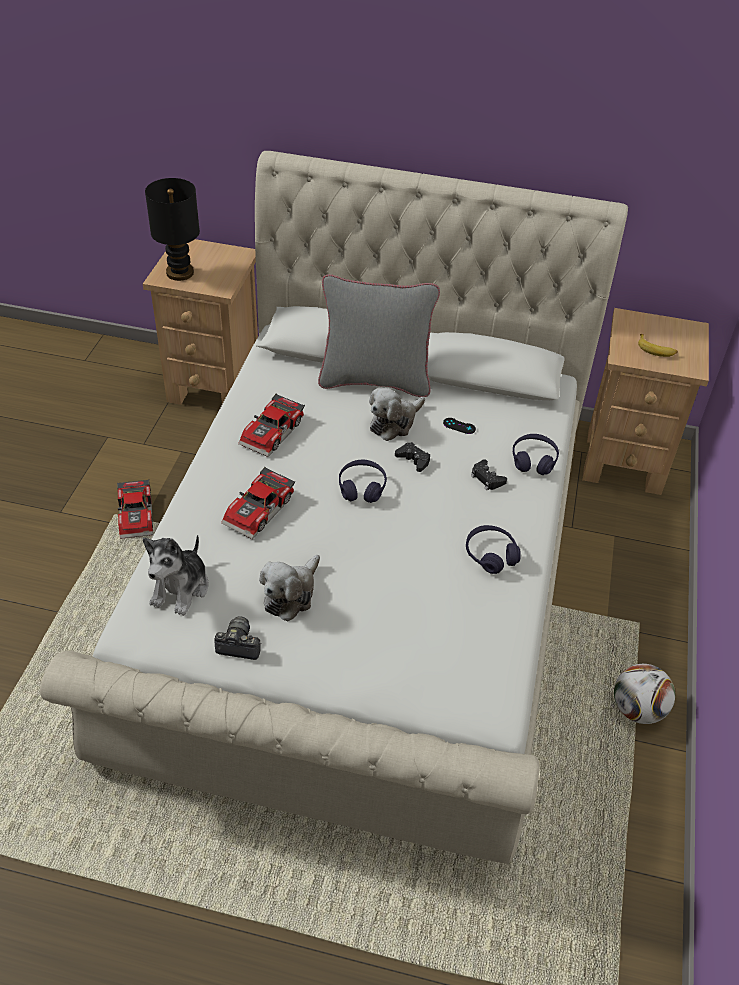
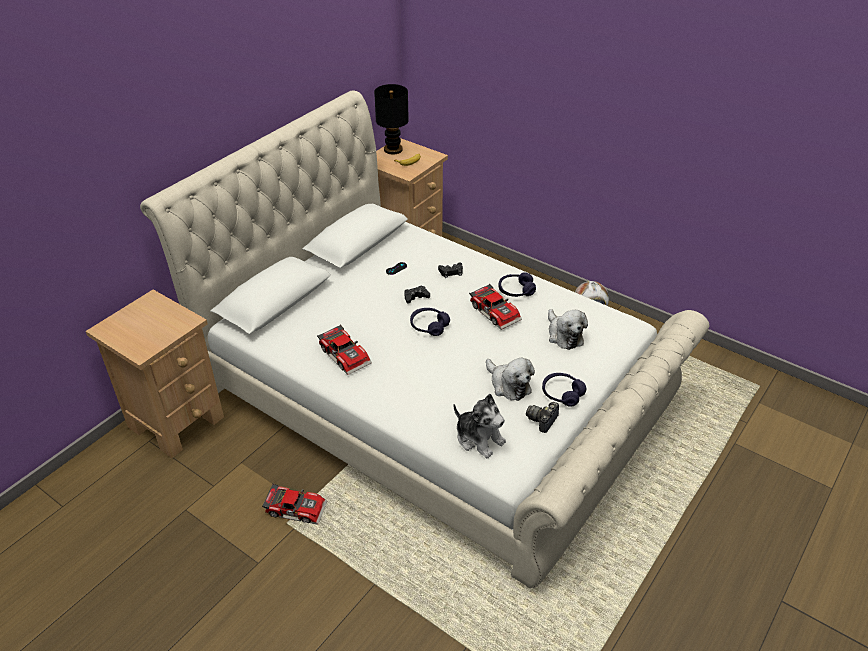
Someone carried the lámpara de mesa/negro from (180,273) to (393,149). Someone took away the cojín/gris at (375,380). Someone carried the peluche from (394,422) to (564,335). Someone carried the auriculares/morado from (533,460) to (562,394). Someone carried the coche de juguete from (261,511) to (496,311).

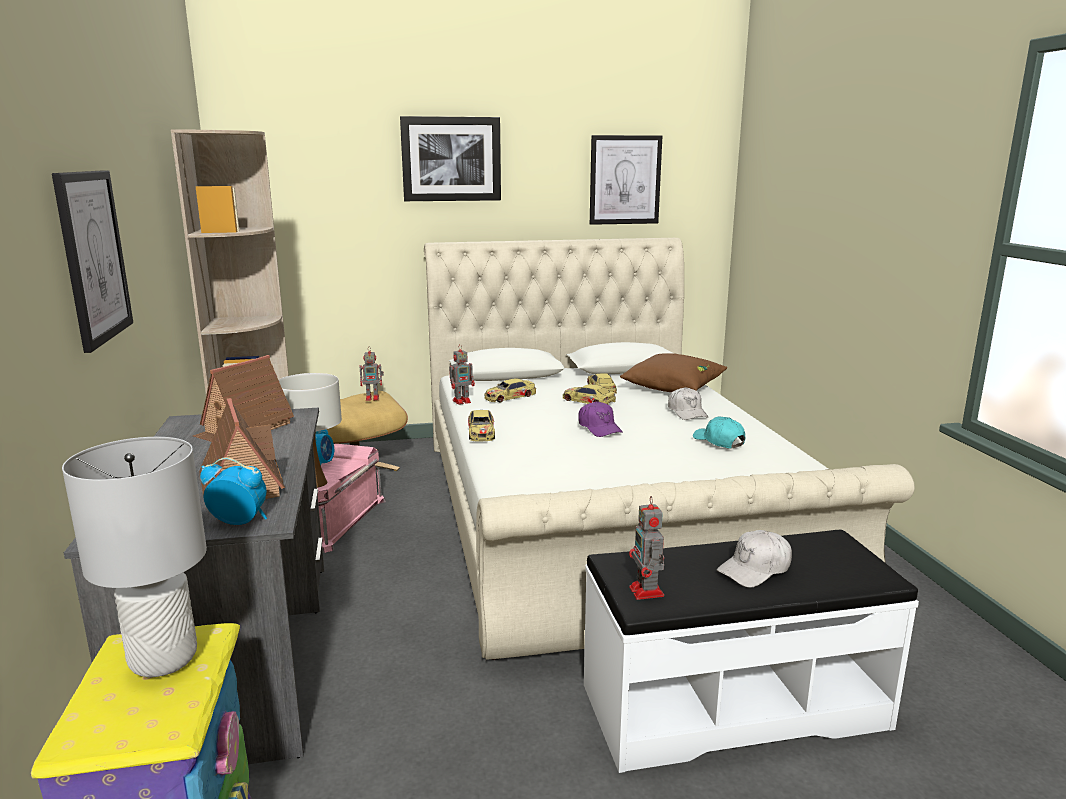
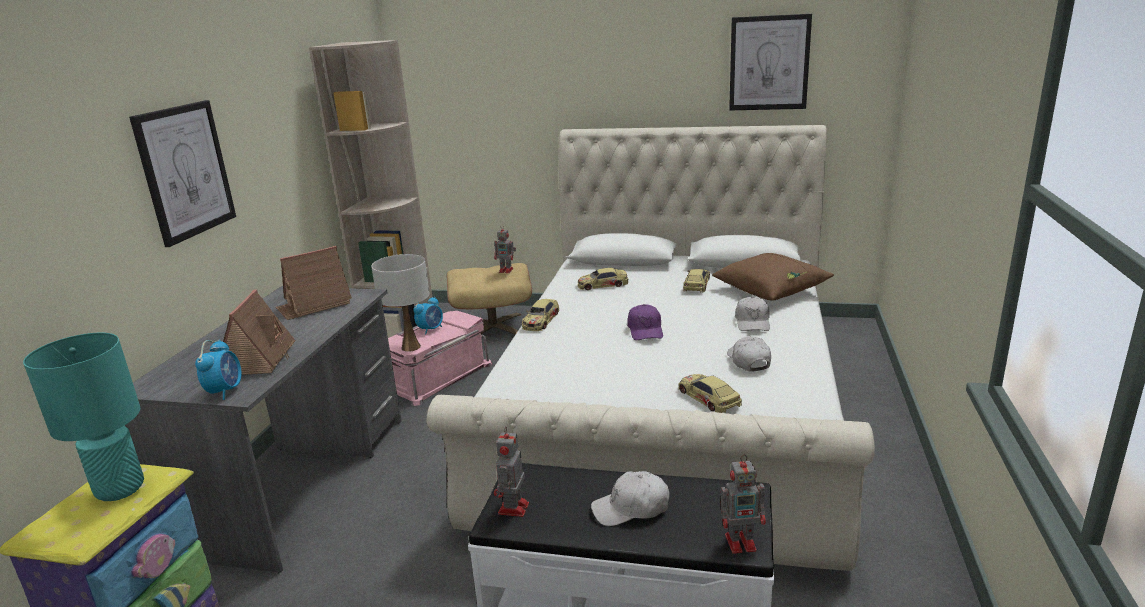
Someone took away the cuadro at (451,159). Someone carried the robot de juguete from (462,401) to (742,542). Someone carried the coche de juguete from (588,401) to (708,398). Someone repainted the gorra/turquesa at (719,441), which became the gorra/blanco at (748,361). Someone repainted the lámpara de mesa/gris at (165,664), which became the lámpara de mesa/turquesa at (121,492). Someone rotated the despertador at (239,521) by 60 degrees clockwise.

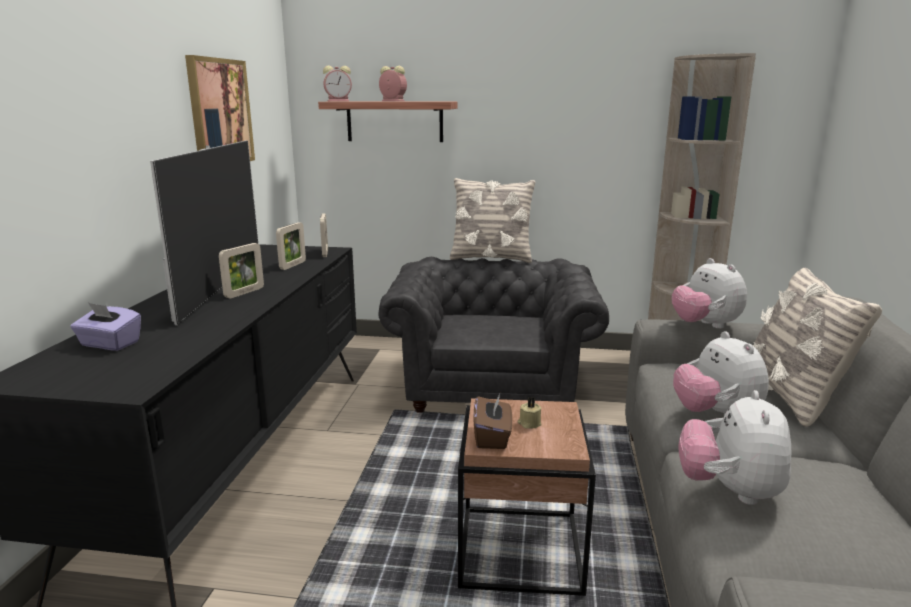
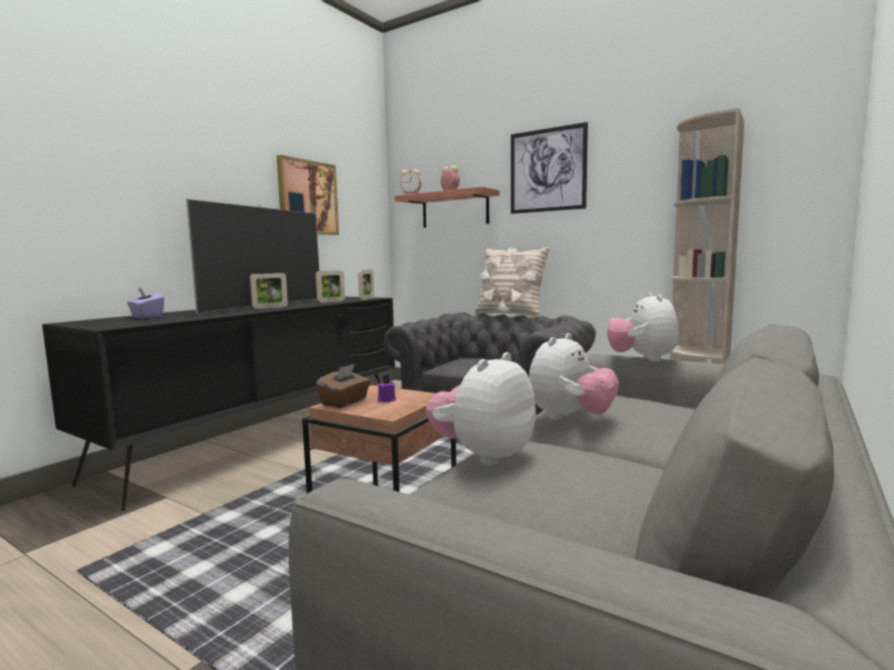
Someone took away the cojín/beis at (790,396). Someone rotated the peluche at (715,415) by 150 degrees counterclockwise. Someone repainted the vela/beis at (529,423), which became the vela/morado at (386,399). Someone put up the cuadro at (547,170).

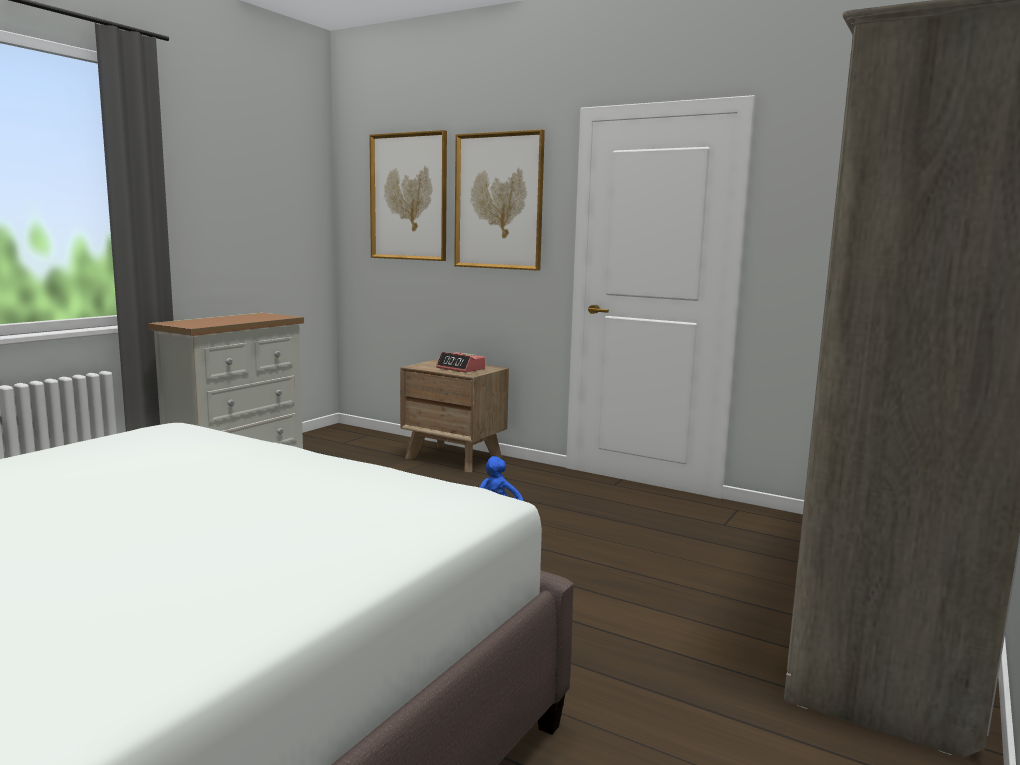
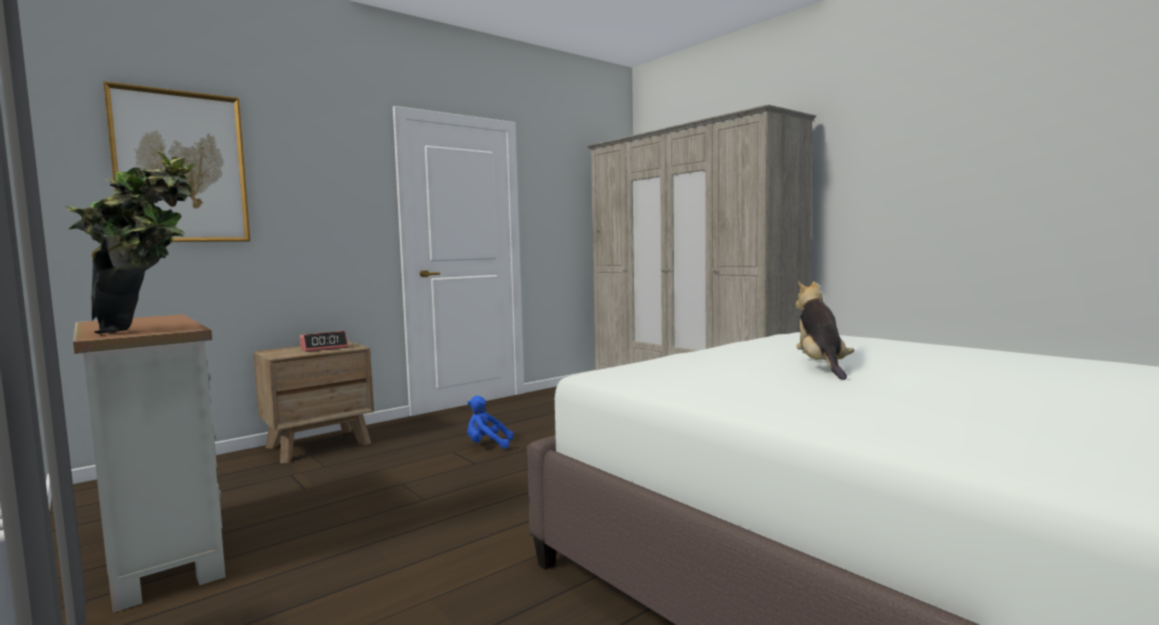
Someone took away the cuadro at (499,201). Someone put down the planta en maceta at (148,330). Someone put down the peluche at (821,367).

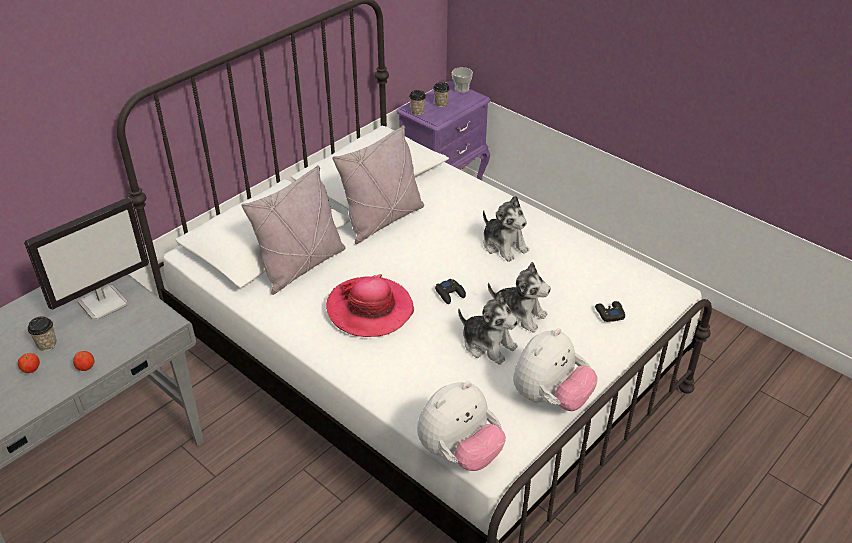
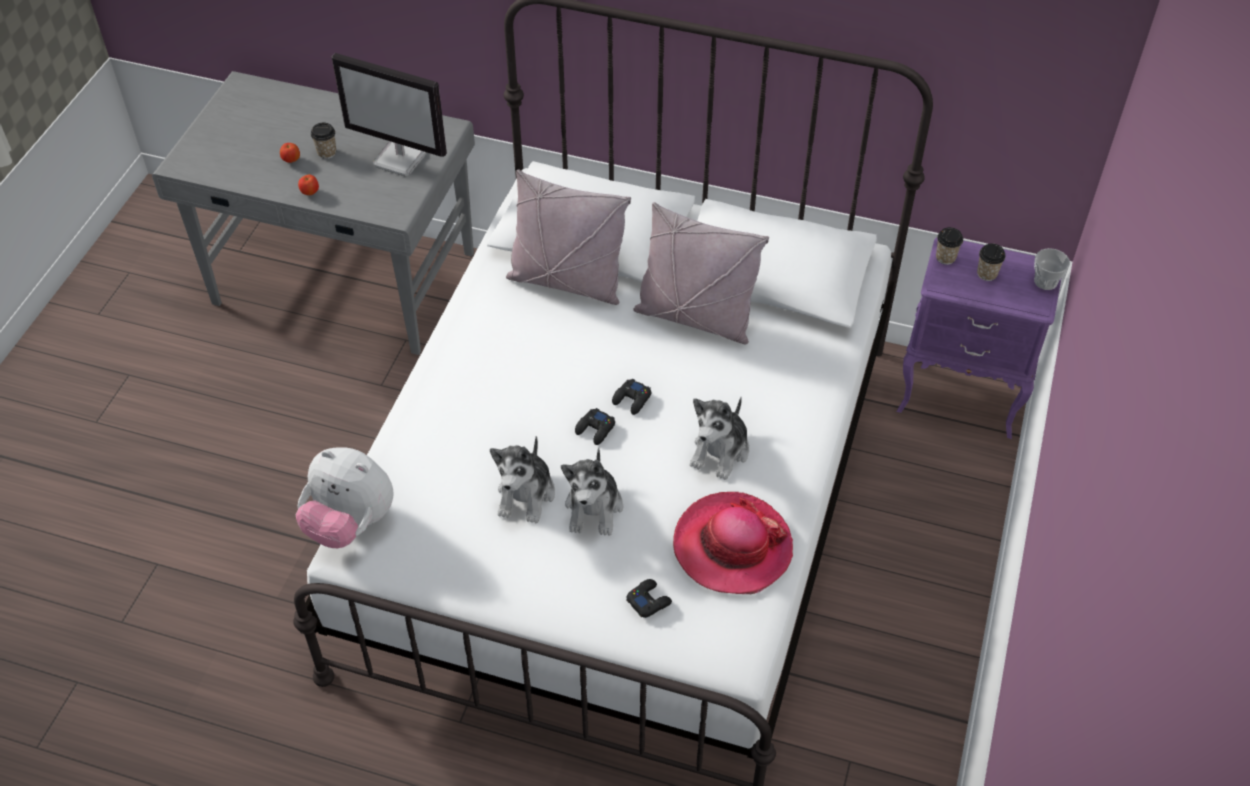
Someone carried the sombrero from (370,309) to (732,546). Someone took away the peluche at (550,398). Someone put down the mando de consola/negro at (632,400).

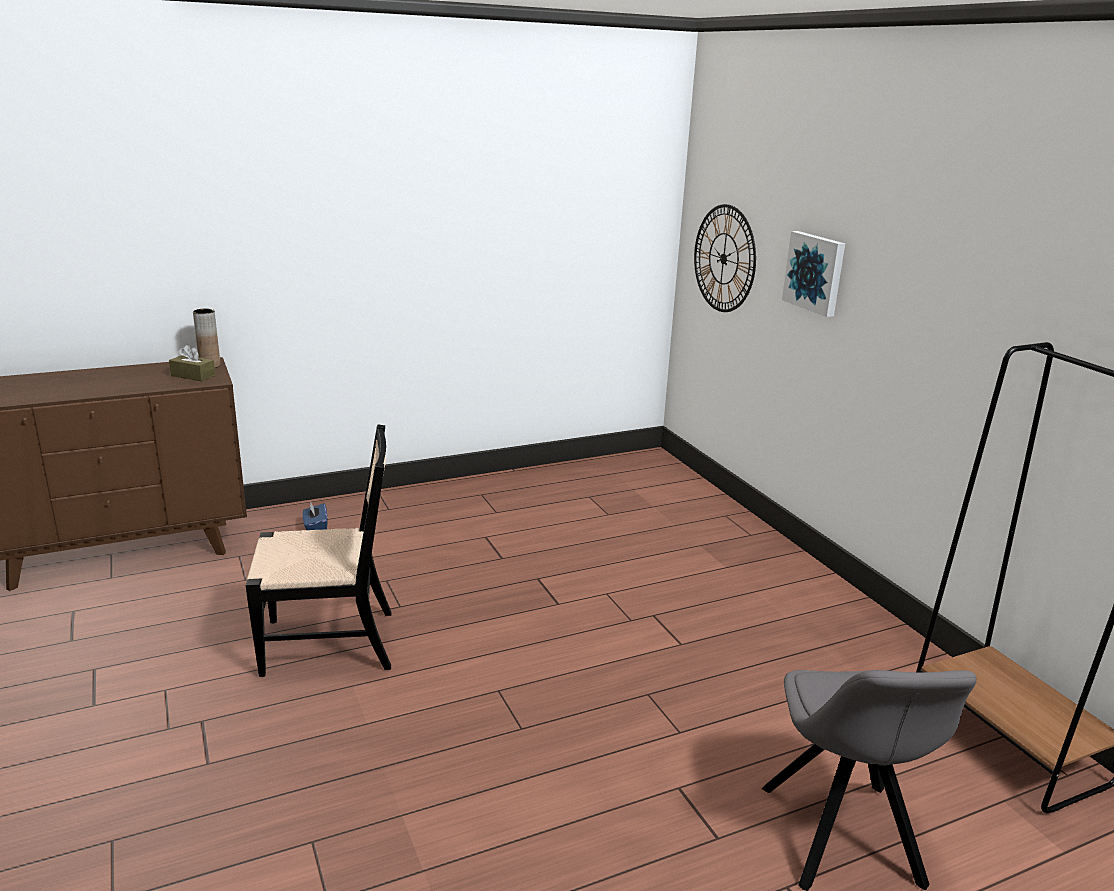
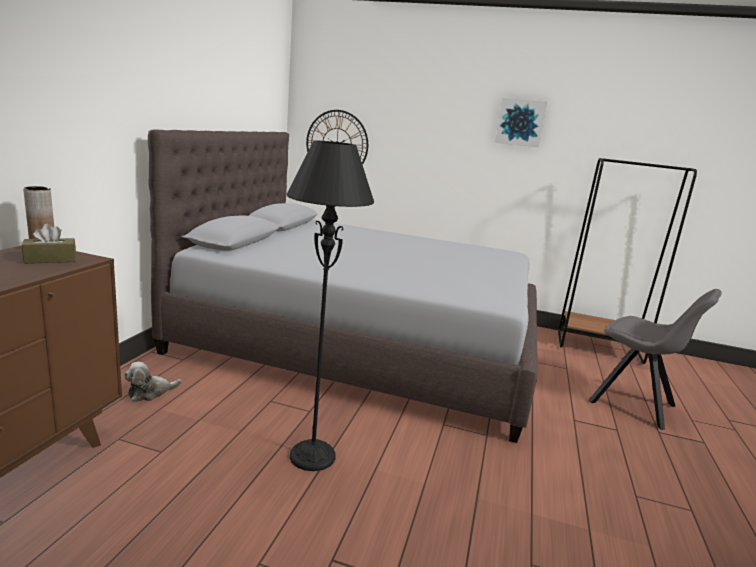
Someone carried the cuadro from (815,272) to (520,122). Someone swapped the silla at (329,644) for the lámpara de pie/negro at (312,455). Someone swapped the caja de pañuelos/azul at (315,529) for the peluche at (150,392). Someone put down the cama/gris at (361,343).

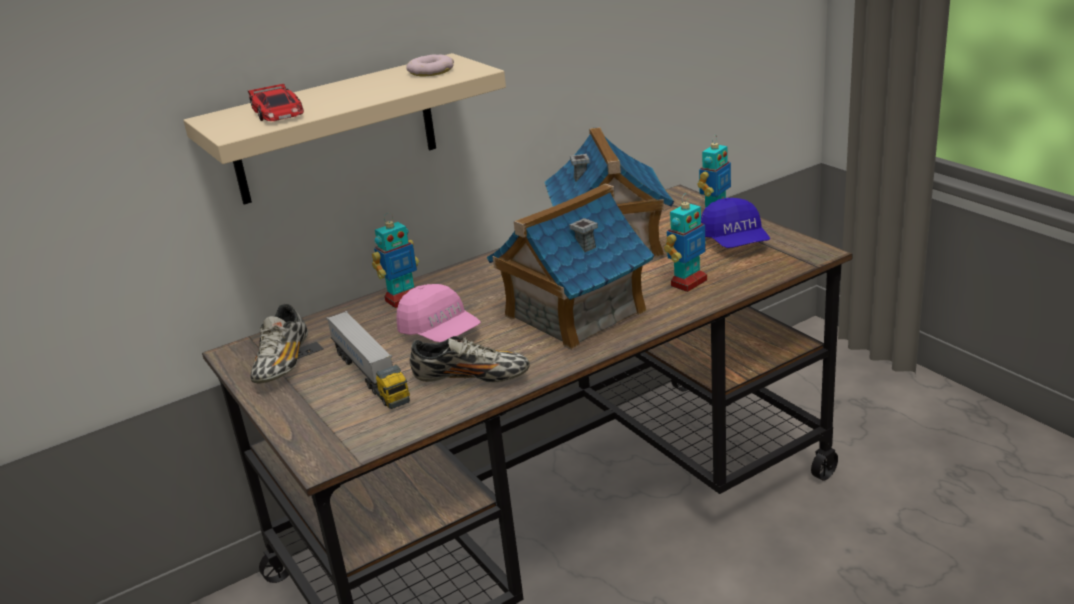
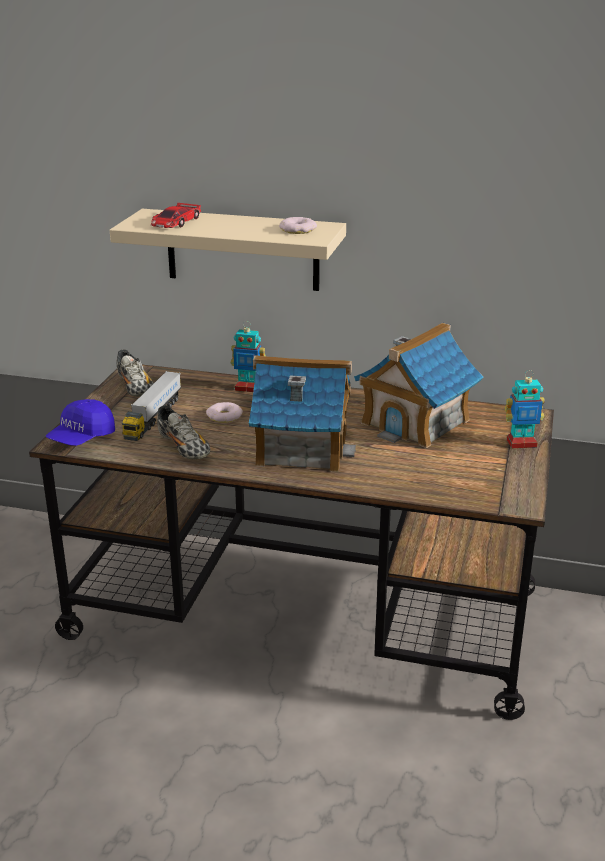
Someone took away the robot de juguete at (688,283). Someone carried the gorra/azul from (735,242) to (82,438). Someone swapped the gorra/rosa at (440,332) for the rosquilla at (224,416). Someone rotated the zapato at (283,364) by 75 degrees counterclockwise.

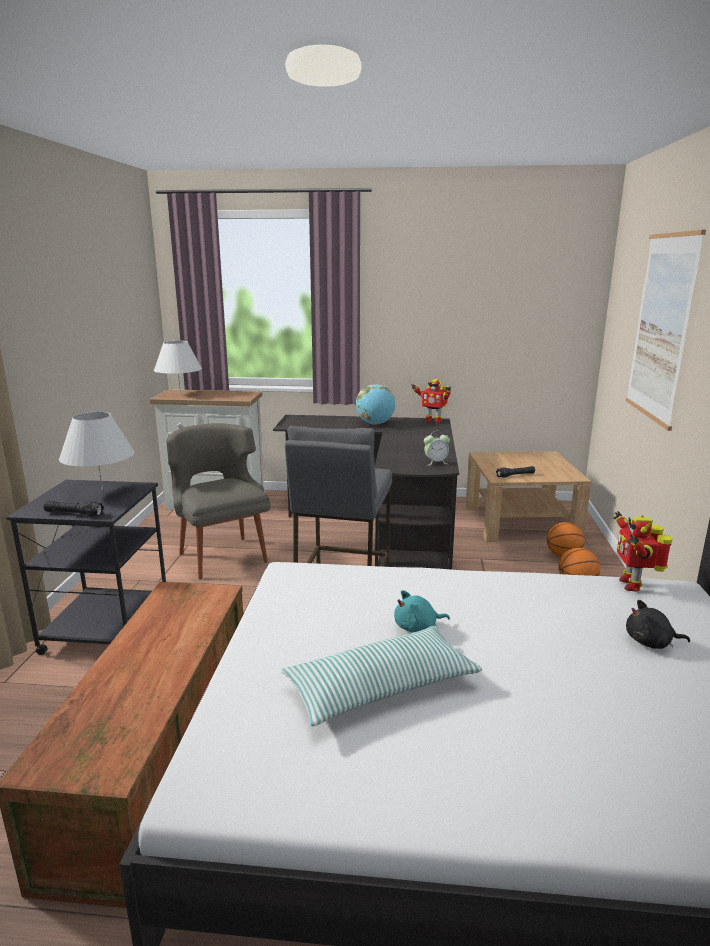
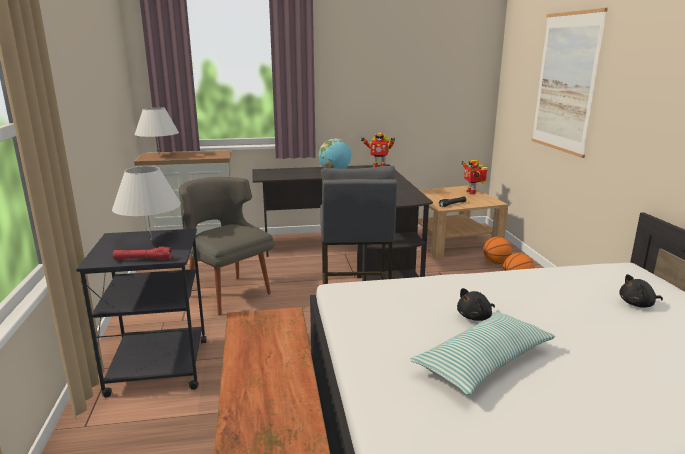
Someone took away the despertador at (436,462). Someone repainted the linterna/negro at (74,514), which became the linterna/rojo at (143,259). Someone carried the robot de juguete from (632,584) to (472,192). Someone repainted the peluche/turquesa at (418,628), which became the peluche/negro at (475,317).

